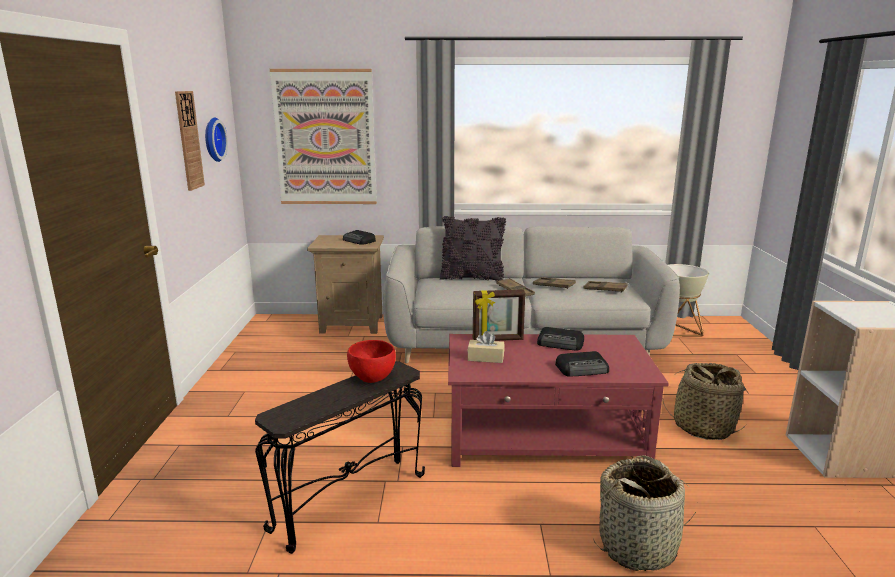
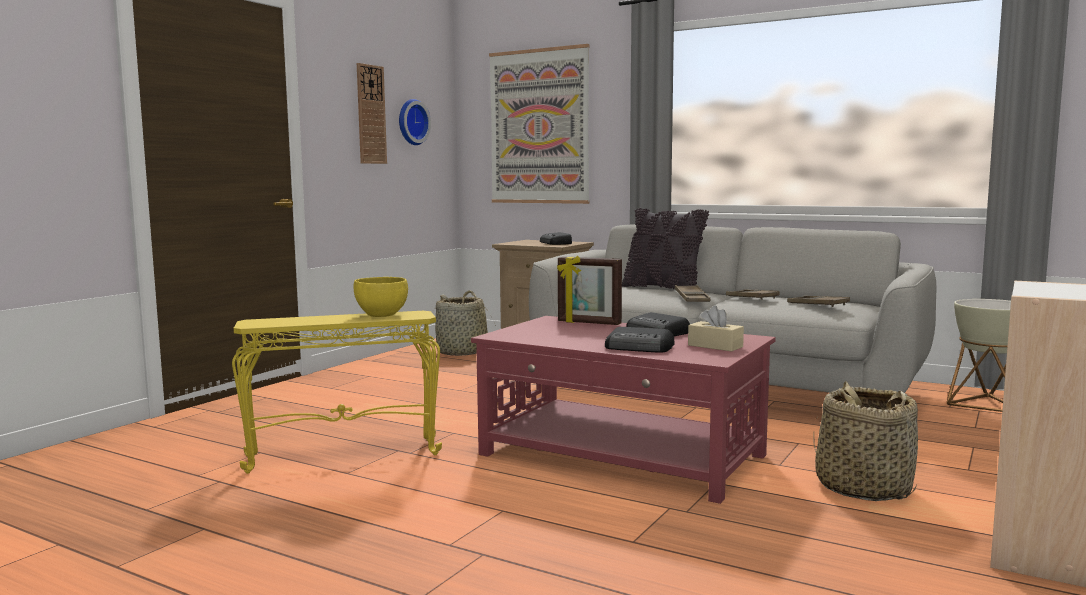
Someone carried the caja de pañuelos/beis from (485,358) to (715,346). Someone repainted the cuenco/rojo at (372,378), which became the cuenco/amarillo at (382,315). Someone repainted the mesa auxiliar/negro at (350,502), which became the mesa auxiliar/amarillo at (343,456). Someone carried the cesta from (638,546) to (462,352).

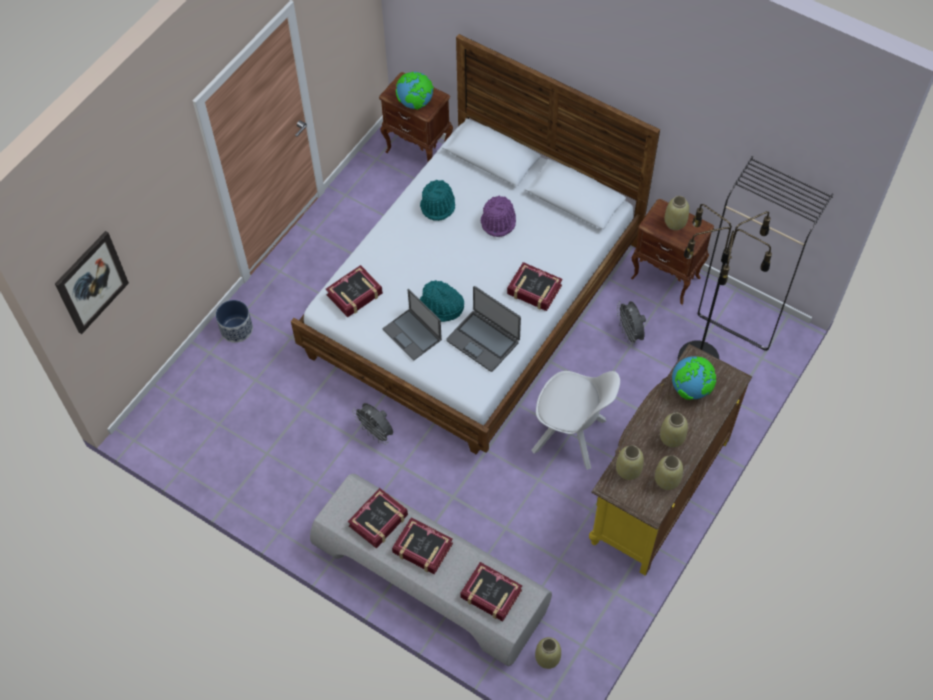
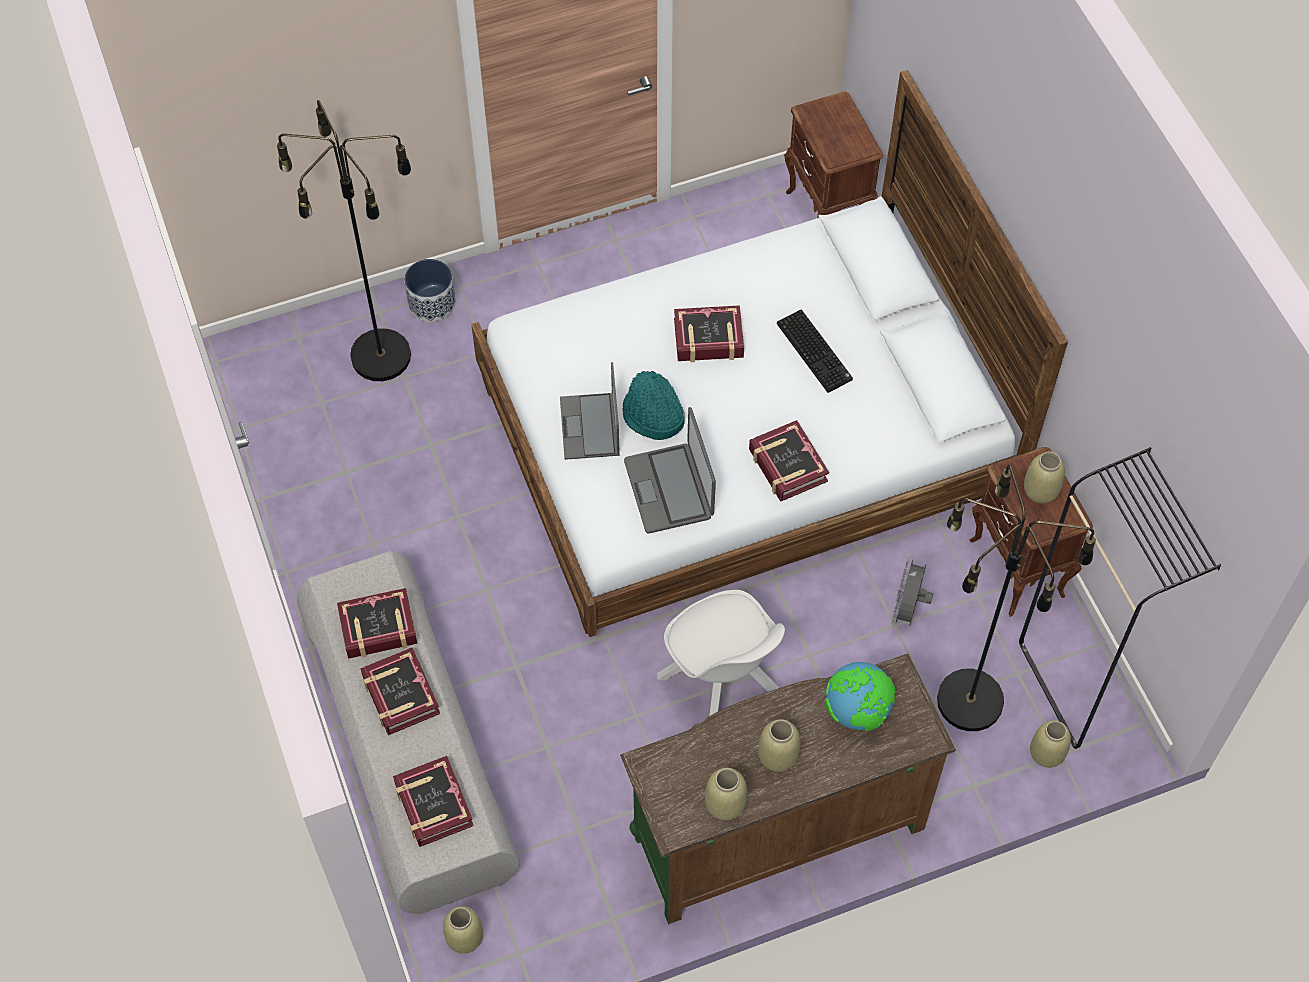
Someone took away the globo terráqueo at (416,103). Someone took away the sombrero/turquesa at (438,205). Someone swapped the sombrero/morado at (498,221) for the teclado at (816,352). Someone took away the cuadro at (91,282). Someone carried the libro from (355,294) to (708,339). Someone repainted the cómoda/amarillo at (657,489), which became the cómoda/verde at (775,828). Someone took away the ventilador/gris at (376,433). Someone carried the florero/beis from (628,470) to (1046,753). Someone put down the lámpara de pie at (379,357).

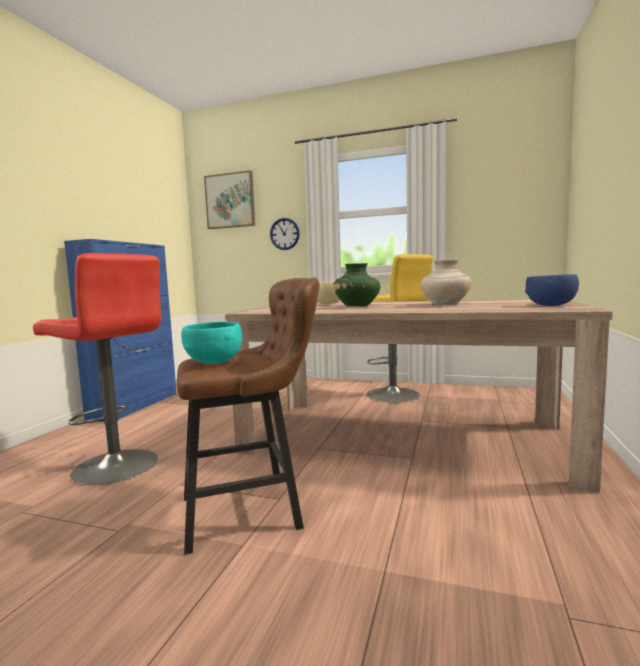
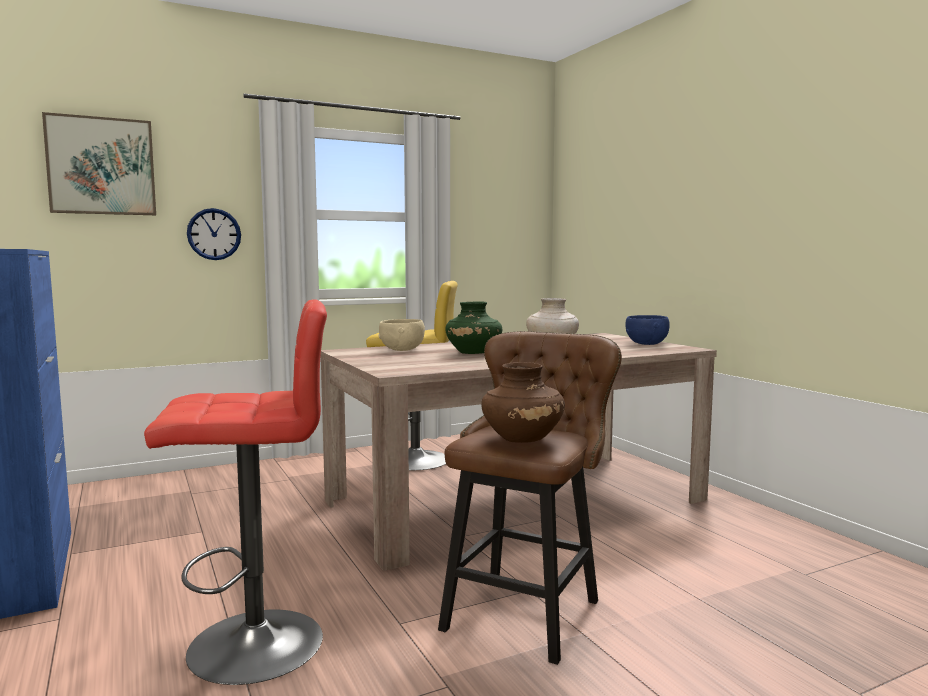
Someone swapped the cuenco/turquesa at (214,362) for the florero/marrón at (522,439).

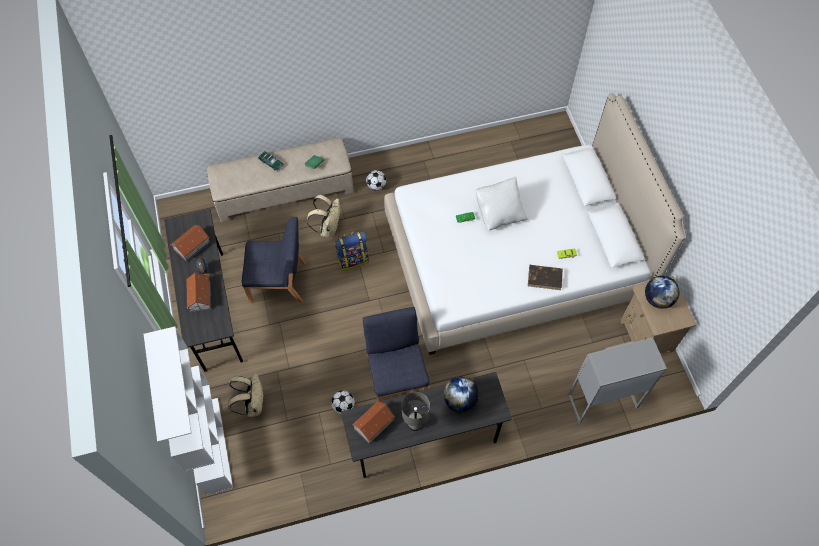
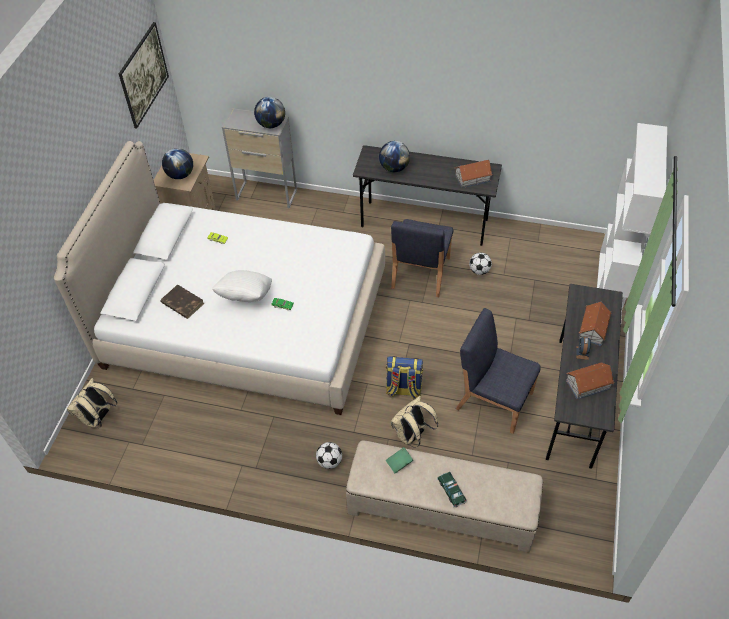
Someone carried the libro/marrón from (545,278) to (182,303). Someone carried the mochila/beis from (252,404) to (98,418). Someone took away the lámpara de mesa/gris at (415,423). Someone put up the cuadro at (147,88). Someone put down the globo terráqueo at (271,124).

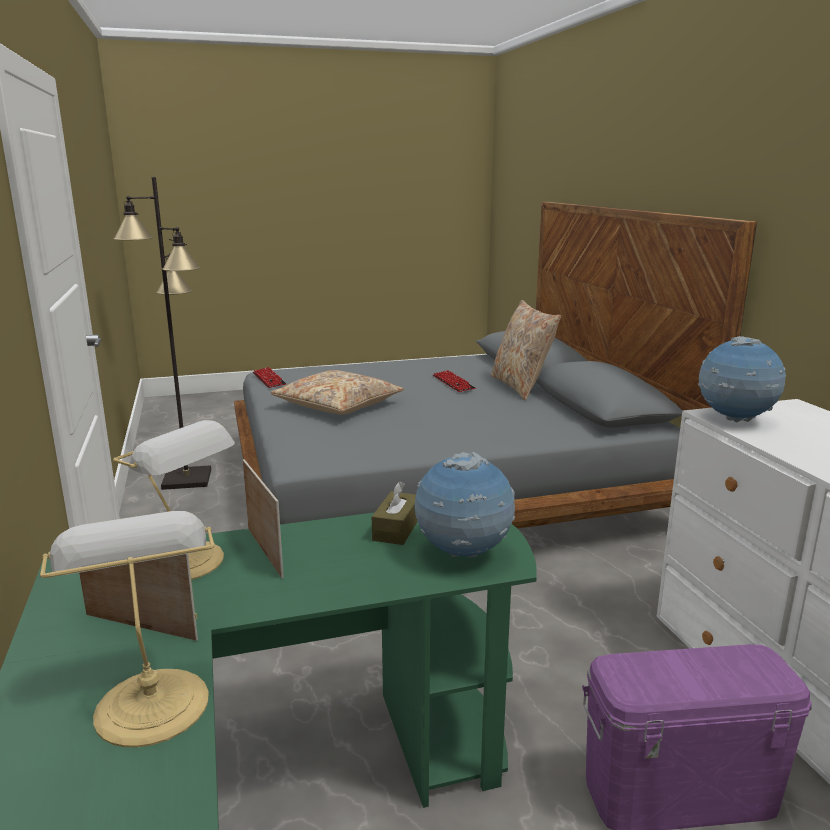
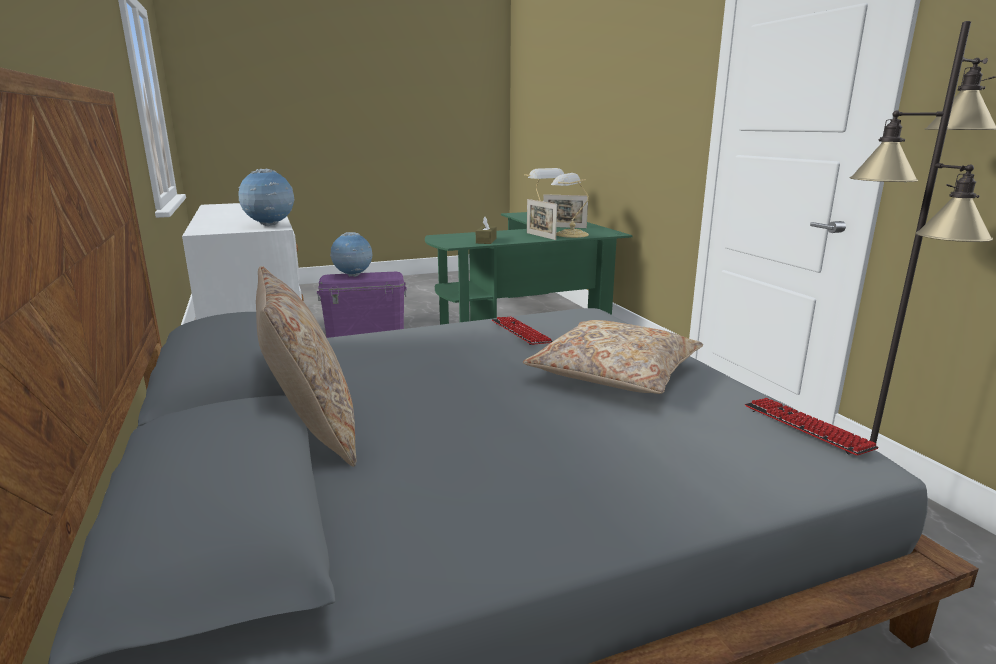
Someone carried the teclado from (453,383) to (520,332). Someone carried the globo terráqueo from (463,554) to (353,276).

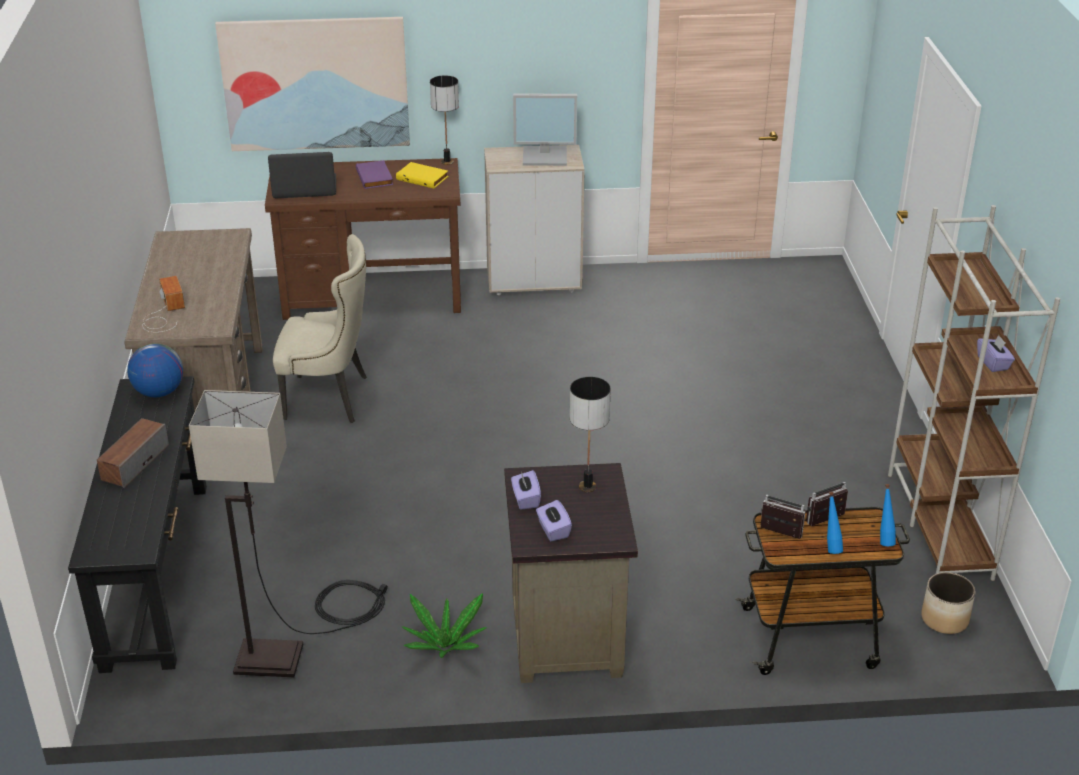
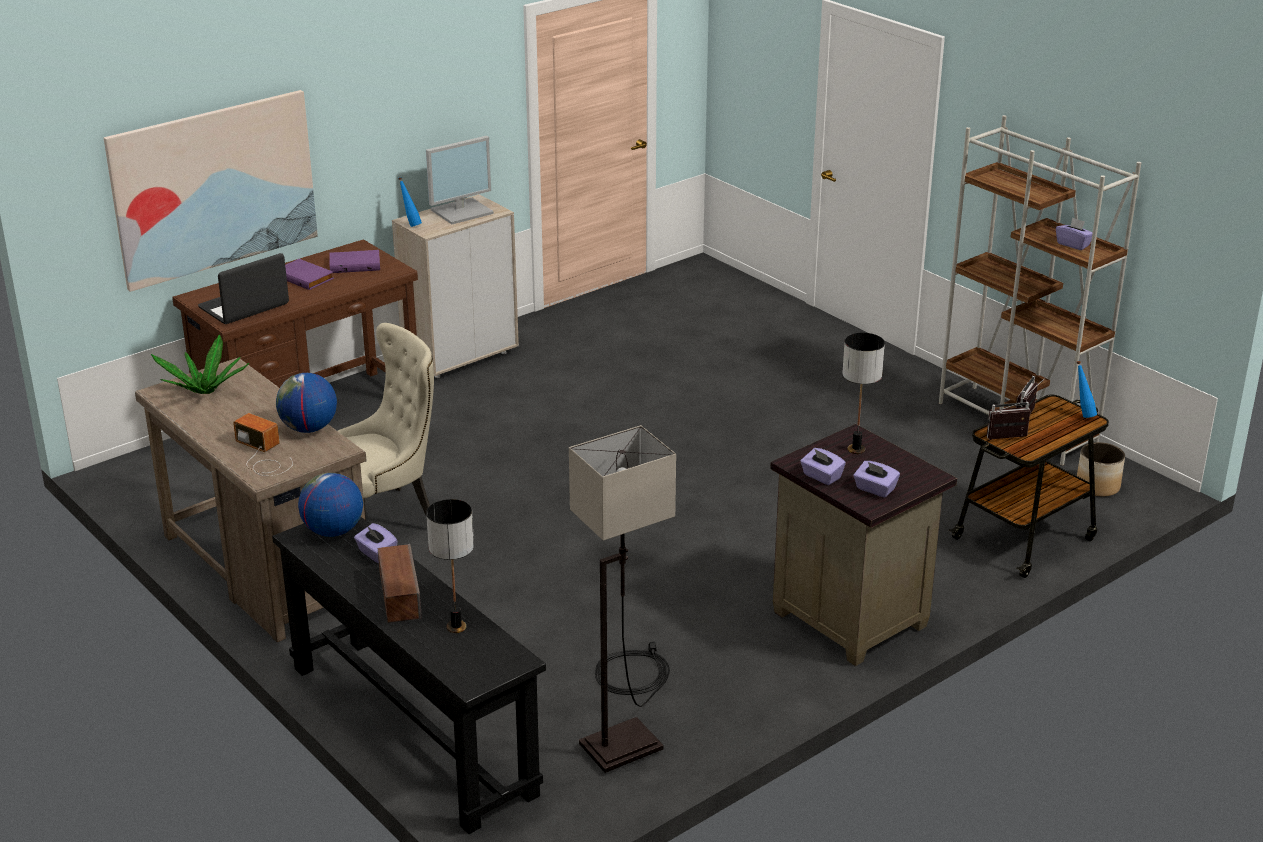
Someone carried the lámpara de mesa from (447,162) to (455,627). Someone repainted the libro/amarillo at (423,177), which became the libro/morado at (355,264). Someone carried the botella/azul from (831,547) to (411,225). Someone carried the planta en maceta from (445,646) to (204,391). Someone put down the globo terráqueo at (309,428). Someone put down the caja de pañuelos/morado at (376,554).

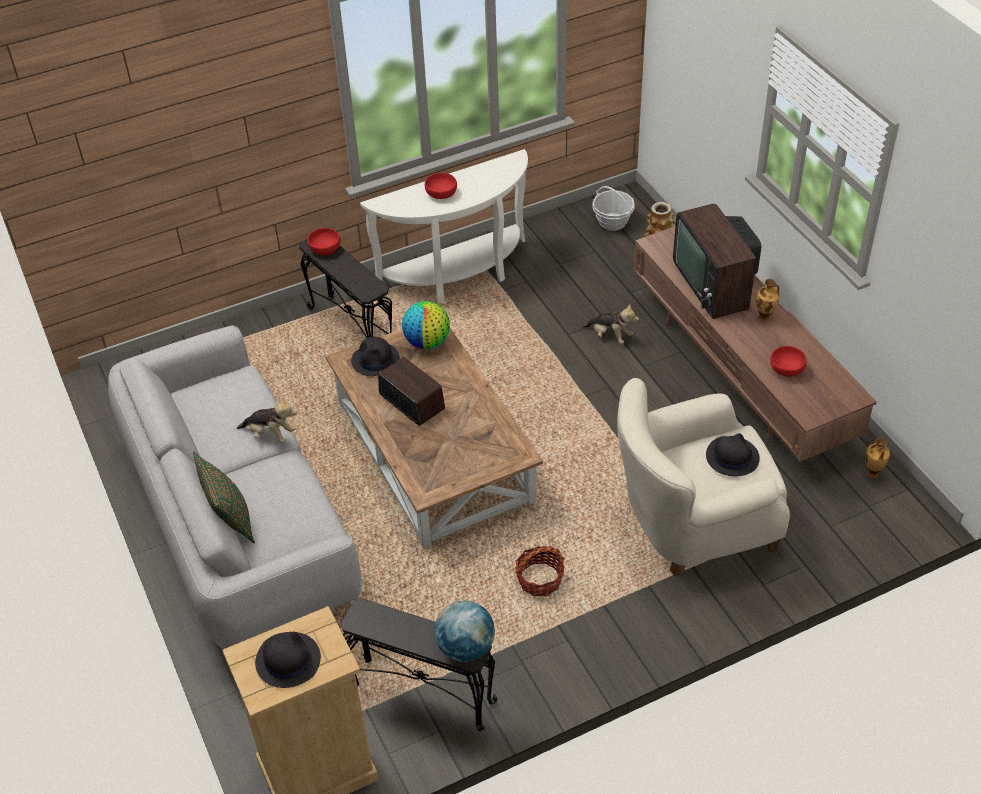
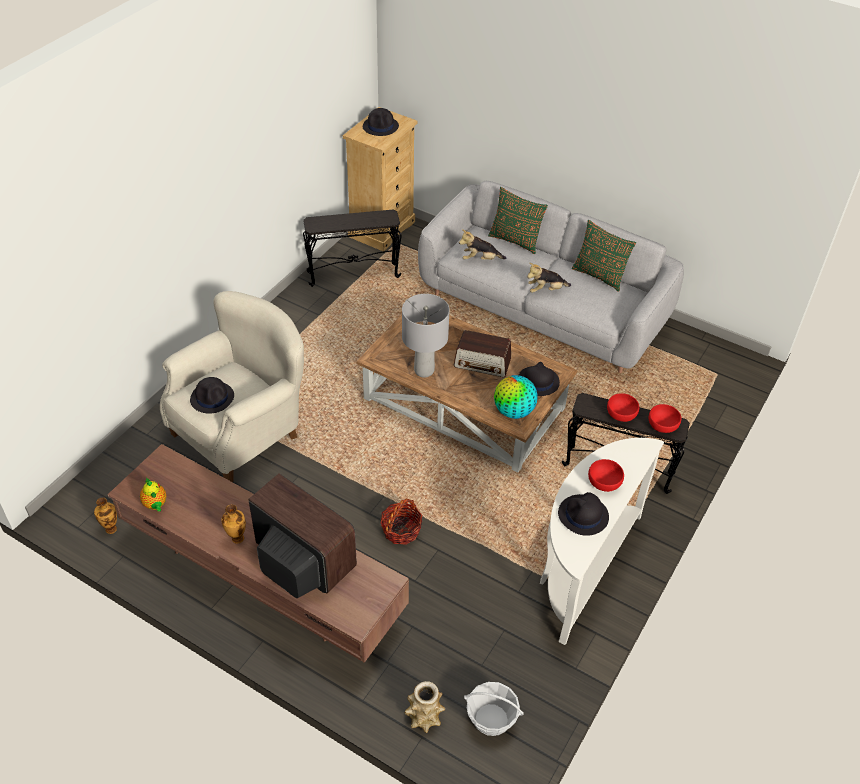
Someone carried the peluche from (610,336) to (480,259). Someone carried the cuenco/rojo from (787,369) to (620,414). Someone carried the cesta from (539,580) to (401,530). Someone took away the globo terráqueo at (465,647). Someone put down the cojín/verde at (599,276). Someone put down the lámpara de mesa/gris at (424,371). Someone put down the tetera at (155,505). Someone put down the sombrero/negro at (583,516).

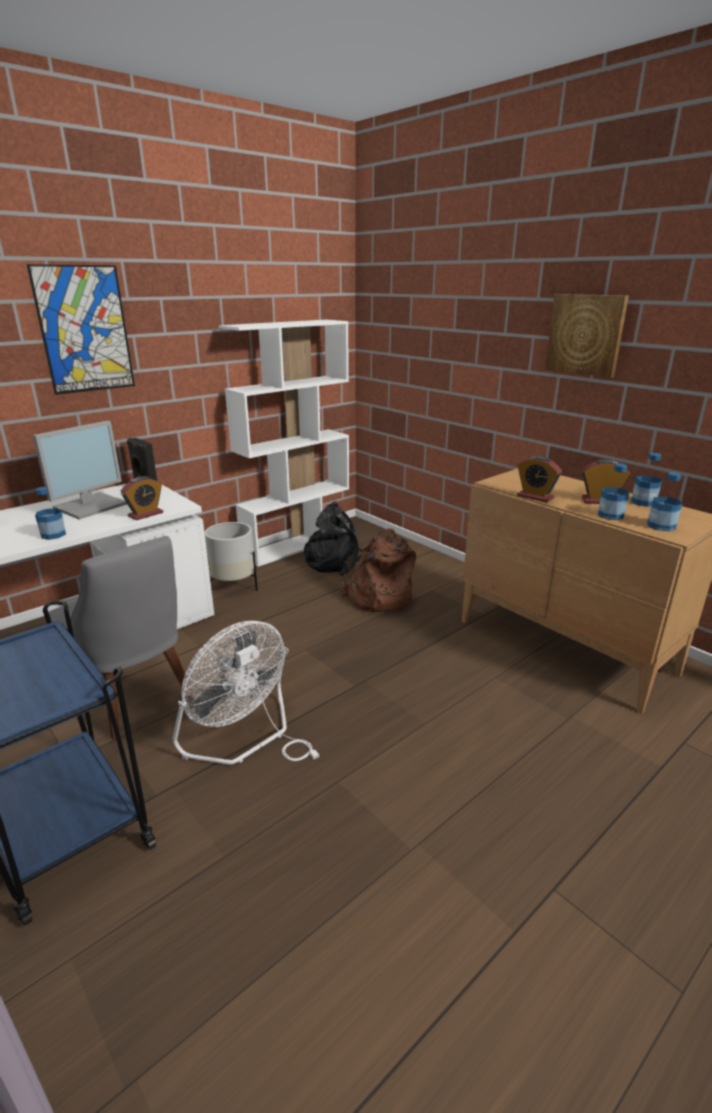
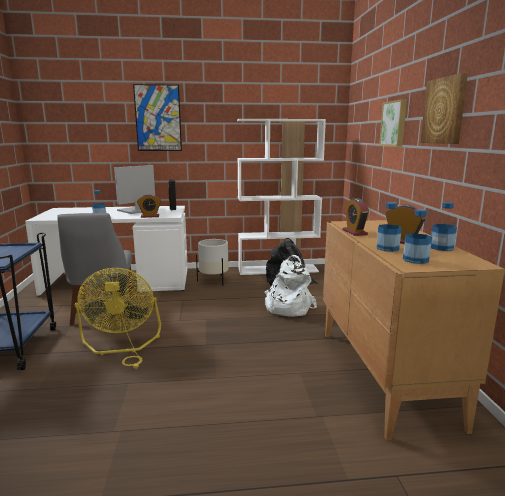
Someone rotated the monitor at (91,505) by 150 degrees clockwise. Someone repainted the mochila/marrón at (378,598), which became the mochila/blanco at (287,307). Someone repainted the ventilador/blanco at (253,737), which became the ventilador/amarillo at (122,347). Someone put up the cuadro at (394,123).

